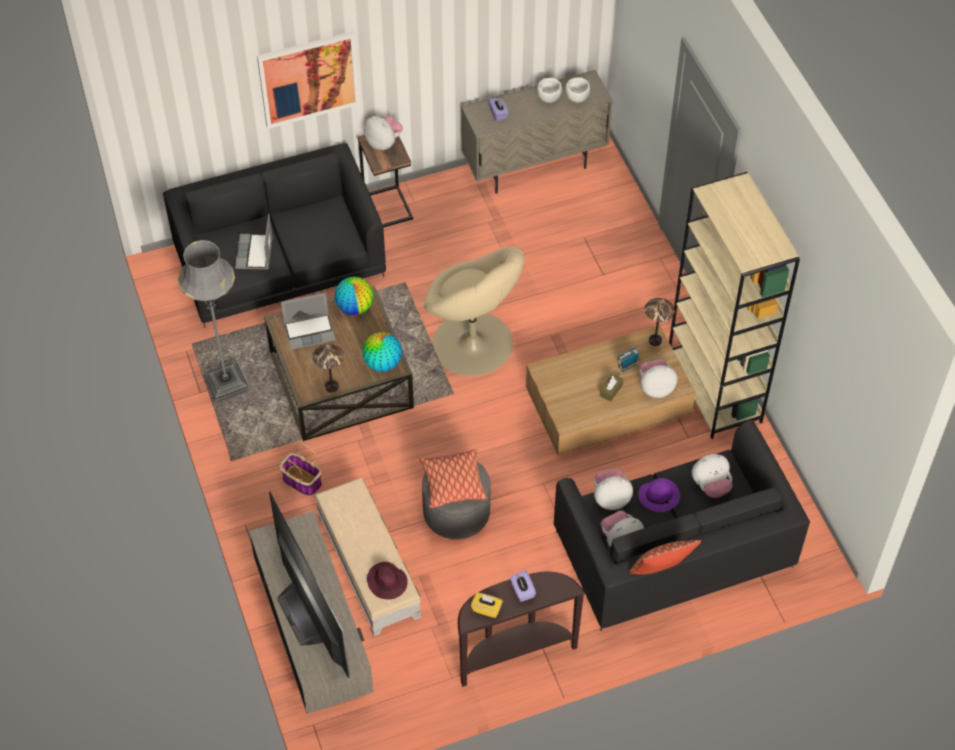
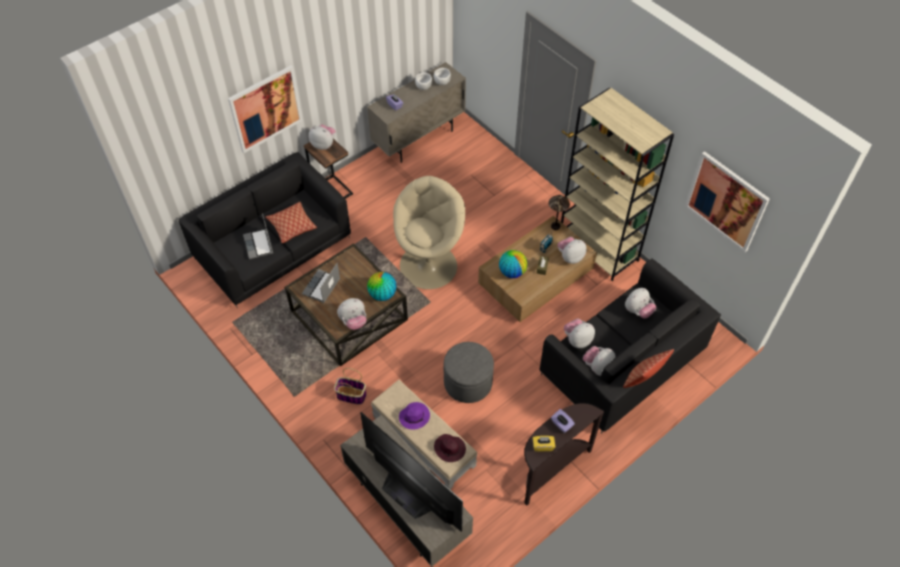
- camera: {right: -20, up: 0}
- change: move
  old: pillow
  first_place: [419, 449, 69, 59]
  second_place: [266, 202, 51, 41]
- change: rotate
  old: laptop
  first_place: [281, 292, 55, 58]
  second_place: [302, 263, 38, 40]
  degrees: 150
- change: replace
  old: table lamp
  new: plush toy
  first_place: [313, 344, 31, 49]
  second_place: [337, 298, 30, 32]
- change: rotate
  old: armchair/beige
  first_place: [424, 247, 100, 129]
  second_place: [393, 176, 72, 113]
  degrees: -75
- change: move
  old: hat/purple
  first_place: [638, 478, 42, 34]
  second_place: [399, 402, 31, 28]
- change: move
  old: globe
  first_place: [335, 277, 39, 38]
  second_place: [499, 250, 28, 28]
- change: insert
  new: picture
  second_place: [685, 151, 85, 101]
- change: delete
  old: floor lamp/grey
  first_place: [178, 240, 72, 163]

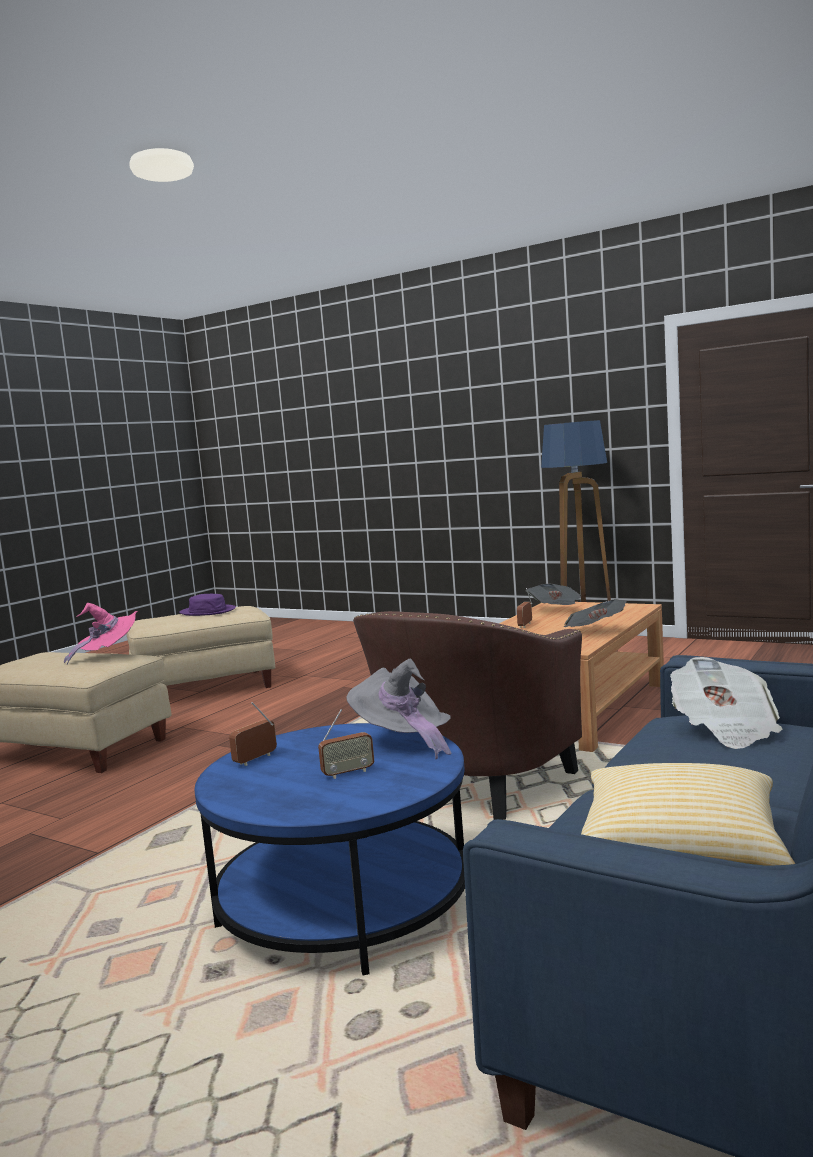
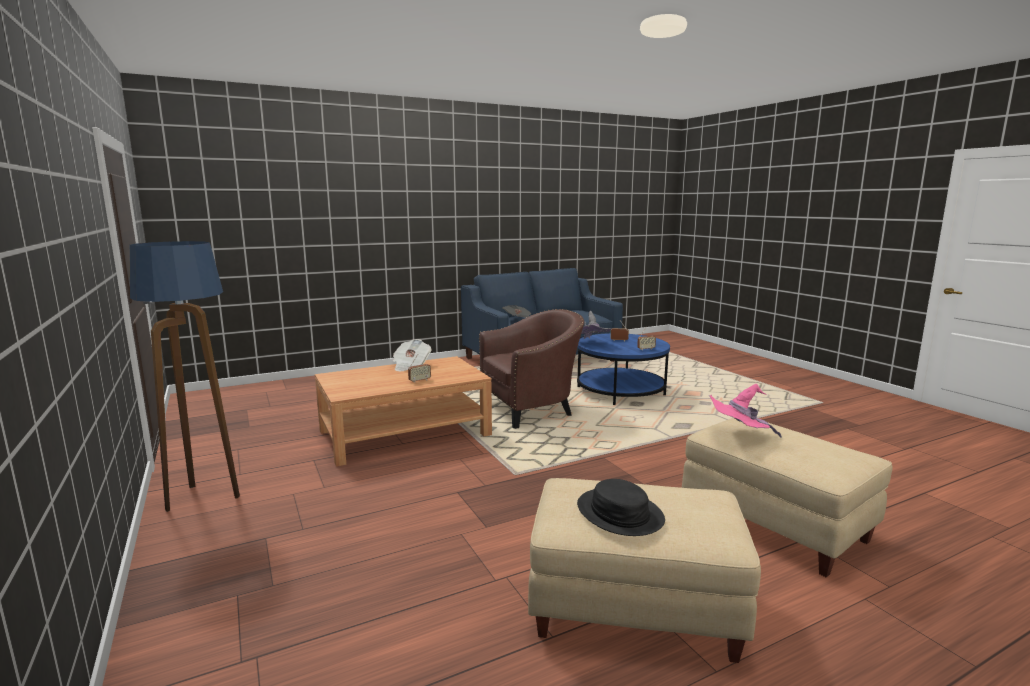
- camera: {right: -150, up: 5}
- change: recolor
  old: hat/purple
  new: hat/black
  first_place: [179, 594, 57, 22]
  second_place: [577, 479, 88, 57]
- change: delete
  old: newspaper
  first_place: [525, 584, 56, 21]
- change: delete
  old: pillow
  first_place: [581, 763, 214, 103]

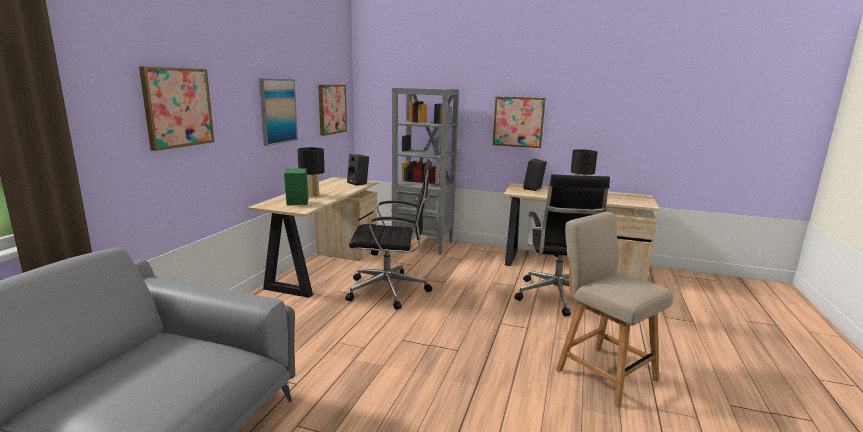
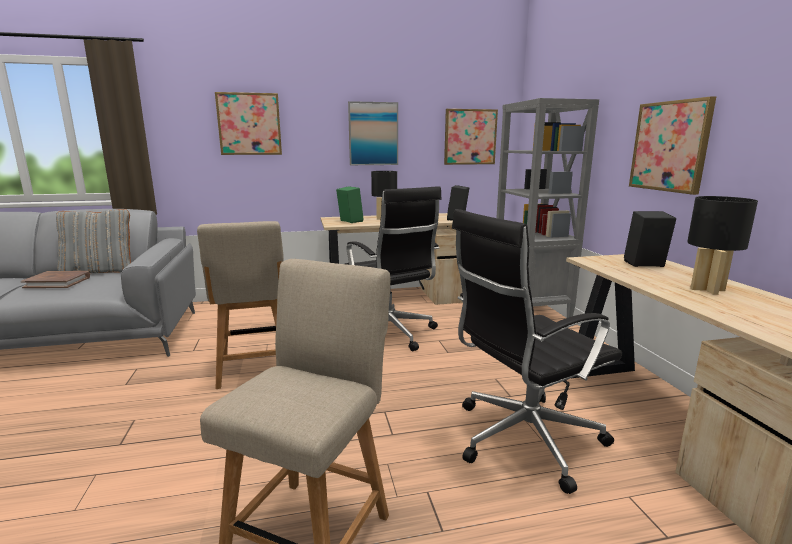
- camera: {right: 60, up: 0}
- change: insert
  new: book/brown
  second_place: [21, 271, 69, 17]
- change: insert
  new: pillow/grey
  second_place: [56, 209, 75, 64]
- change: insert
  new: chair/beige
  second_place: [197, 221, 87, 168]

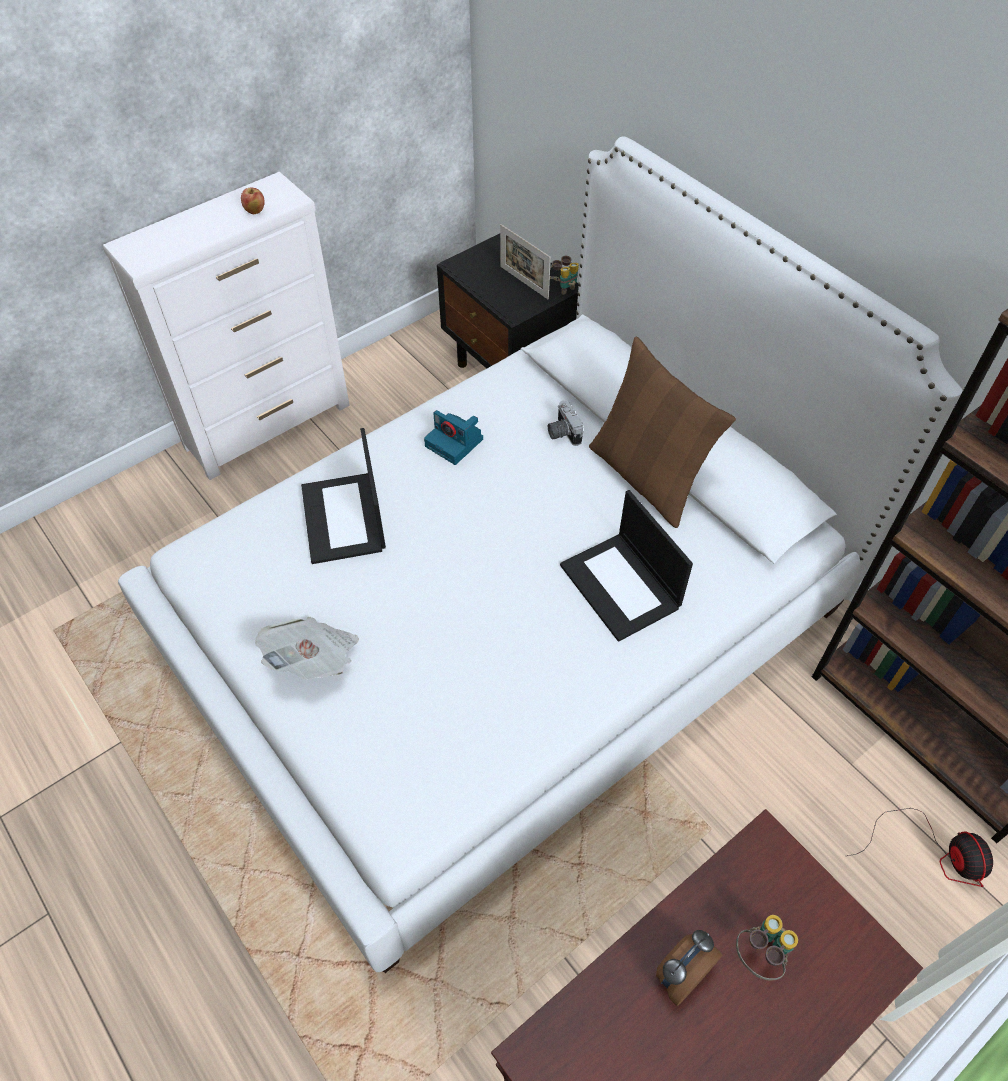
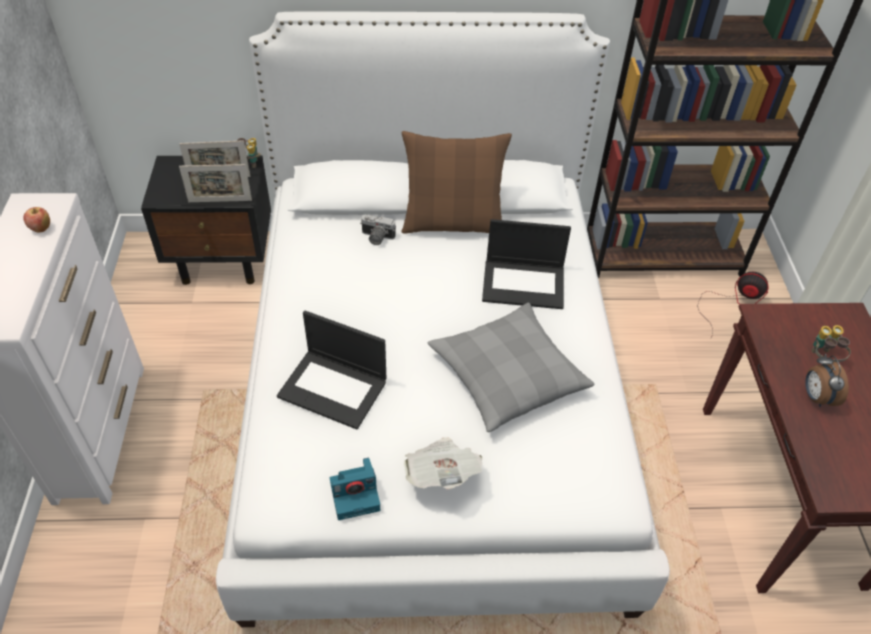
- camera: {right: -55, up: -5}
- change: insert
  new: picture frame
  second_place: [179, 164, 73, 38]
- change: move
  old: photo camera
  first_place: [424, 410, 59, 55]
  second_place: [330, 458, 50, 62]
- change: insert
  new: pillow/grey
  second_place: [428, 303, 167, 129]

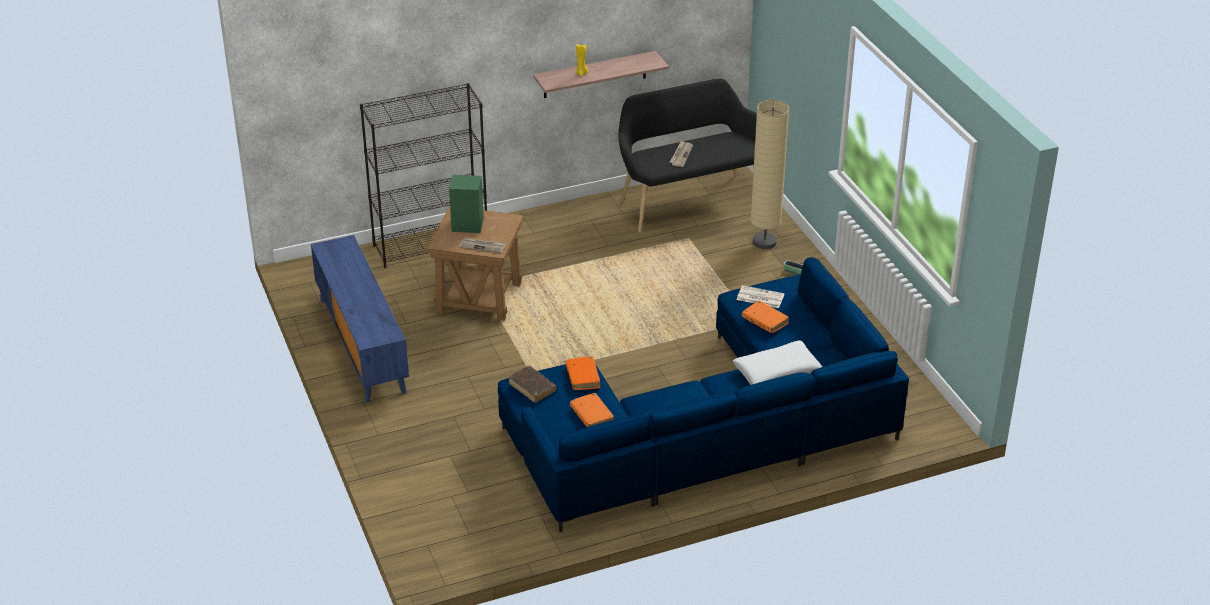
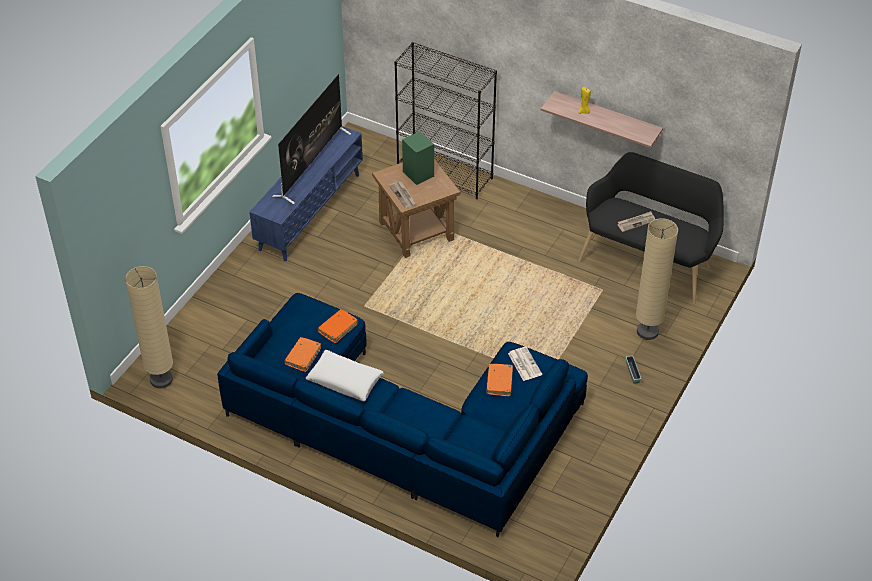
- camera: {right: 50, up: 10}
- change: insert
  new: floor lamp/beige
  second_place: [125, 266, 48, 122]
- change: insert
  new: television
  second_place: [272, 74, 79, 130]
- change: move
  old: pillow/white
  first_place: [733, 341, 89, 44]
  second_place: [306, 350, 77, 52]
- change: delete
  old: book/brown
  first_place: [509, 366, 47, 37]

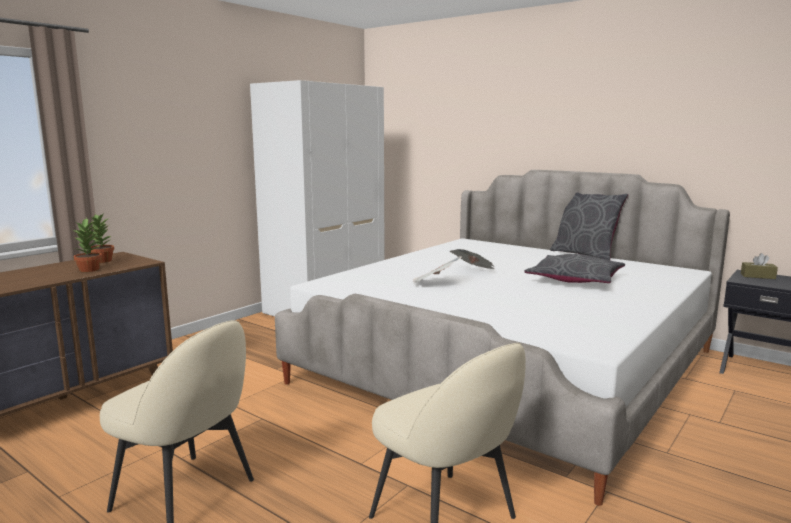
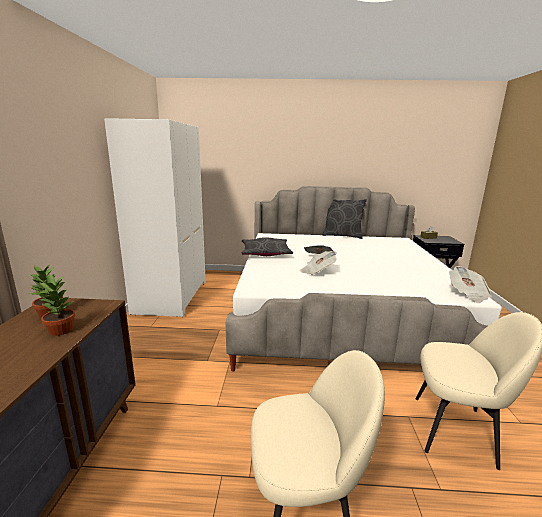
- camera: {right: -35, up: 5}
- change: move
  old: pillow/grey
  first_place: [524, 254, 101, 29]
  second_place: [242, 237, 51, 19]
- change: insert
  new: newspaper
  second_place: [449, 266, 43, 37]

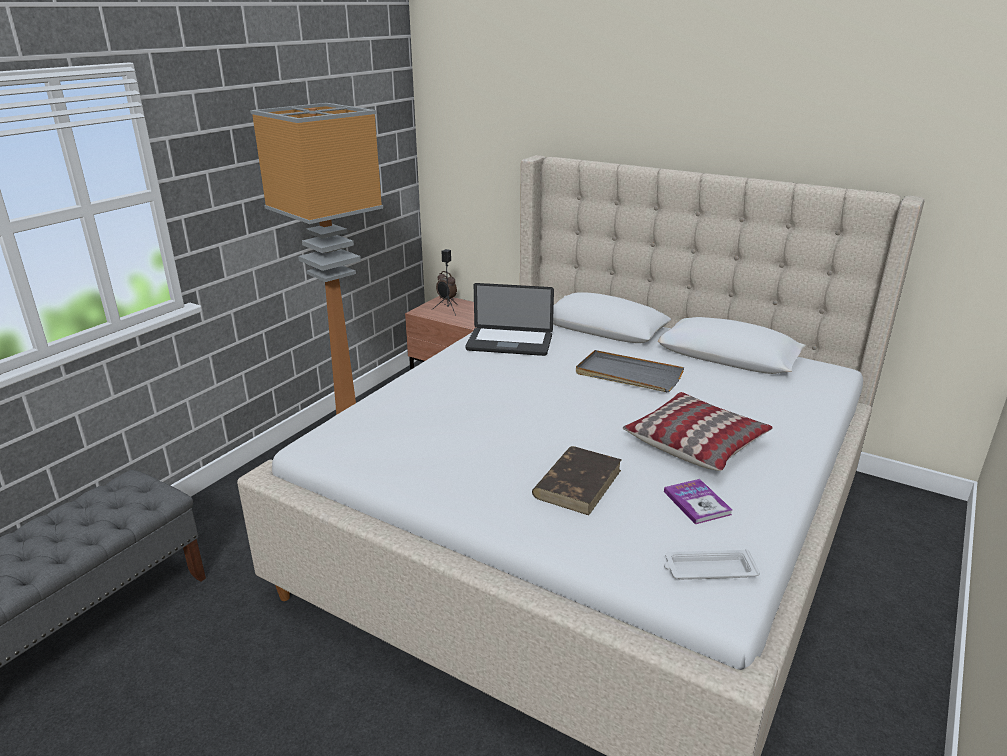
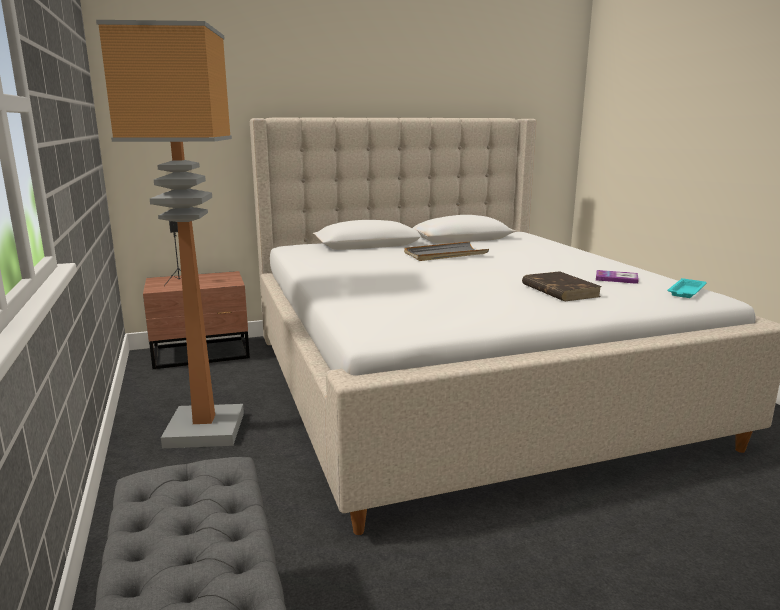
- camera: {right: -50, up: -10}
- change: recolor
  old: tray/white
  new: tray/turquoise
  first_place: [664, 549, 96, 31]
  second_place: [668, 278, 39, 20]
- change: delete
  old: alarm clock
  first_place: [436, 271, 21, 31]
- change: delete
  old: laptop
  first_place: [465, 283, 89, 73]
- change: delete
  old: pillow
  first_place: [623, 392, 150, 79]

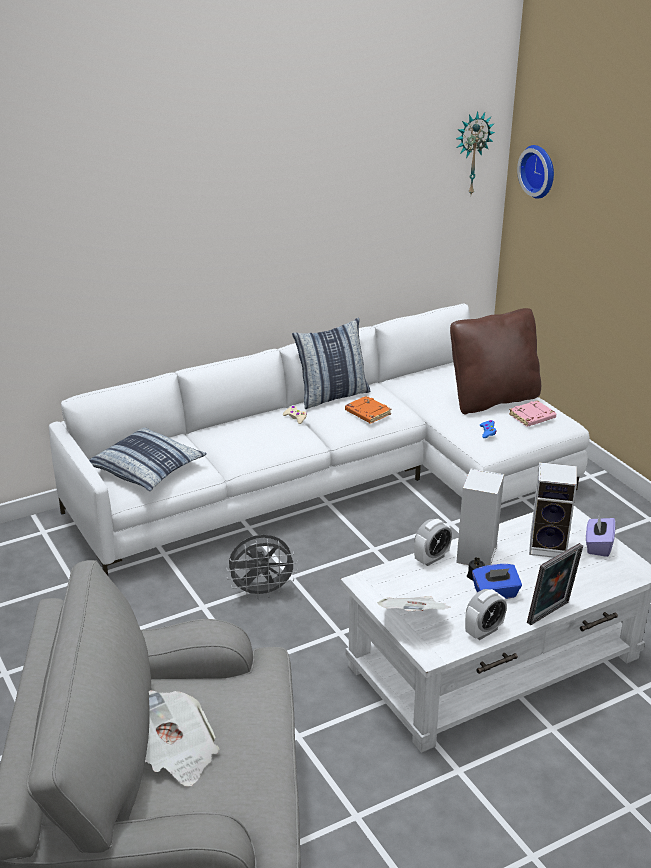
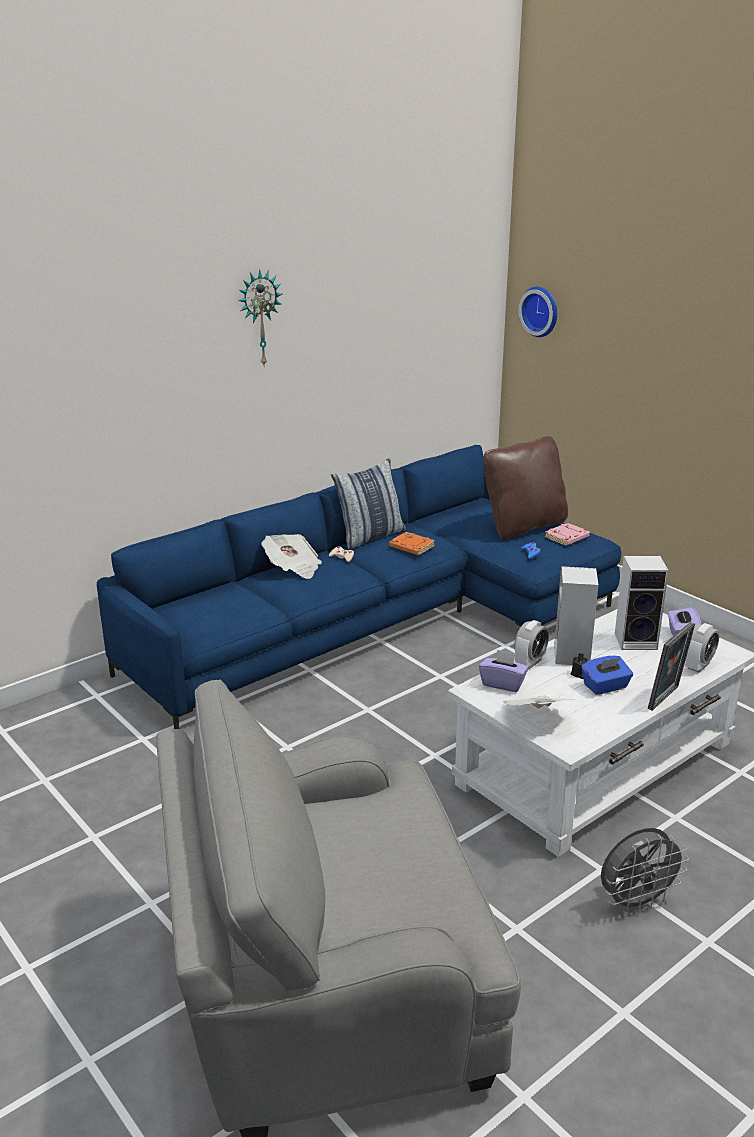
- camera: {right: -10, up: -5}
- change: recolor
  old: sofa/white
  new: sofa/blue
  first_place: [49, 304, 541, 271]
  second_place: [97, 445, 525, 284]
- change: move
  old: wall clock
  first_place: [456, 111, 39, 84]
  second_place: [238, 269, 44, 96]
- change: move
  old: newspaper
  first_place: [145, 690, 74, 96]
  second_place: [262, 534, 60, 45]
- change: insert
  new: tissue box/purple
  second_place: [479, 649, 50, 43]
- change: move
  old: fan/grey
  first_place: [226, 535, 72, 64]
  second_place: [601, 828, 88, 86]
- change: move
  old: alarm clock
  first_place: [465, 589, 42, 51]
  second_place: [685, 623, 34, 50]
- change: delete
  old: pillow
  first_place: [89, 427, 118, 64]

